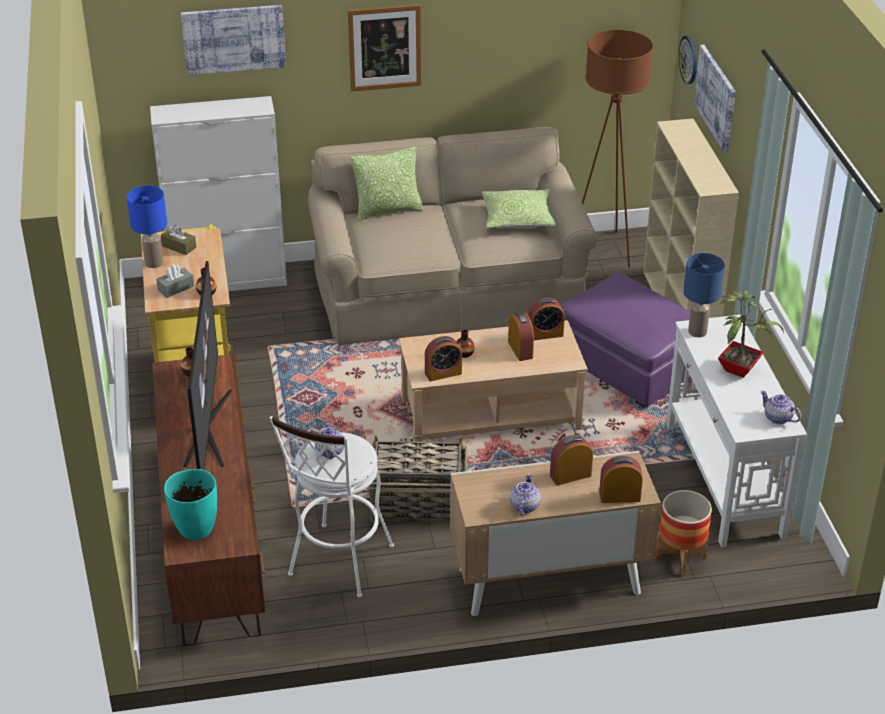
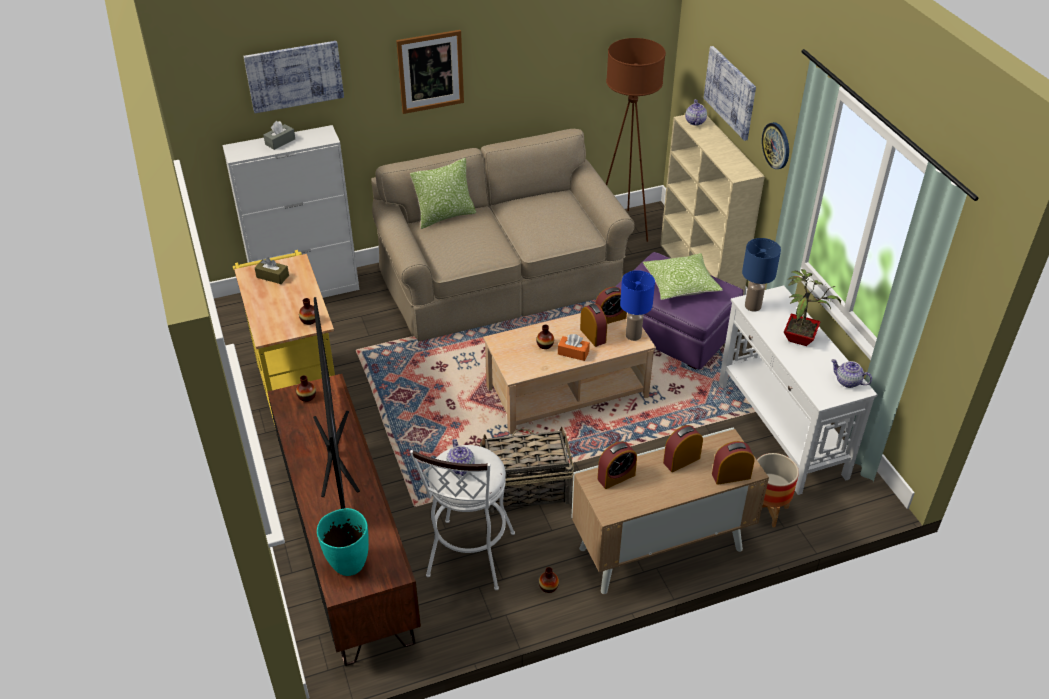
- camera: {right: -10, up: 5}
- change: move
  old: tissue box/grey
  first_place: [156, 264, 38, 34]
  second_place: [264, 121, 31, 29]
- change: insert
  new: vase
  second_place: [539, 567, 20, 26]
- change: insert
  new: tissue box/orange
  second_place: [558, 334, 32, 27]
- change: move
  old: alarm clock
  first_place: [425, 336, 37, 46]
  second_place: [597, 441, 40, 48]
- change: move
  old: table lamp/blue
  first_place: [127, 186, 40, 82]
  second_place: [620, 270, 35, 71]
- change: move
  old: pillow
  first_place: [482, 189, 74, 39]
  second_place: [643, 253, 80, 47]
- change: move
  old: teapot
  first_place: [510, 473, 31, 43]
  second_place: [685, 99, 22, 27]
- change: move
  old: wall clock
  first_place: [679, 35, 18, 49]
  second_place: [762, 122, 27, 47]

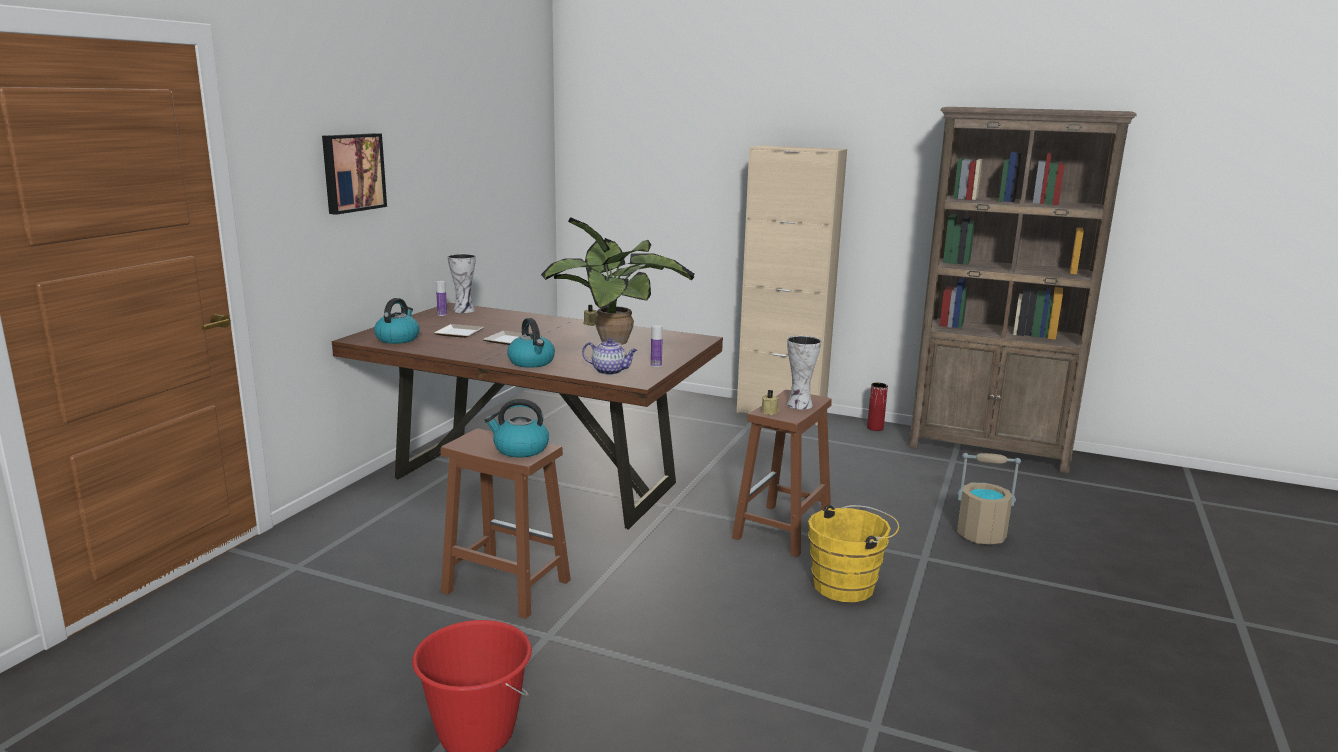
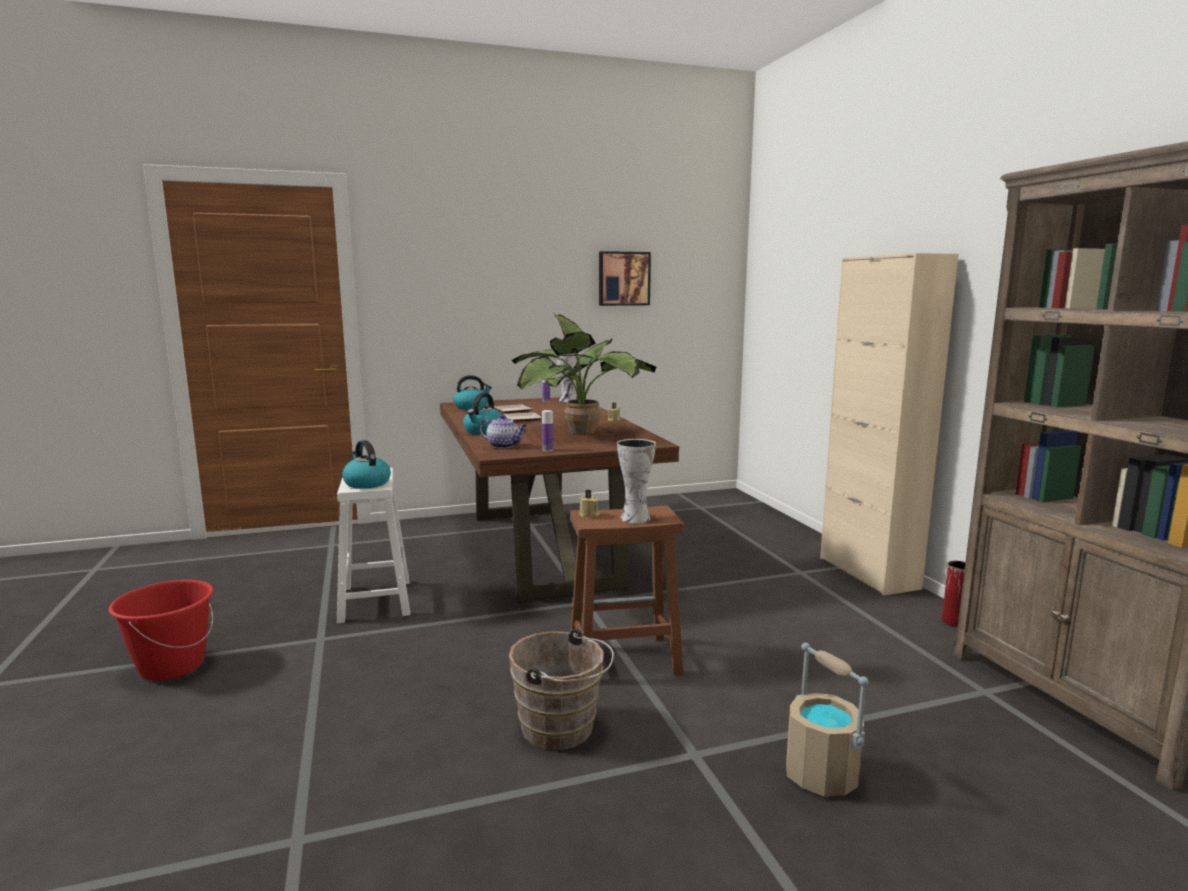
- camera: {right: 50, up: -5}
- change: recolor
  old: stool/brown
  new: stool/white
  first_place: [441, 429, 130, 190]
  second_place: [337, 468, 73, 155]
- change: rotate
  old: teapot
  first_place: [582, 338, 55, 37]
  second_place: [479, 414, 48, 34]
  degrees: -45
- change: recolor
  old: bucket/yellow
  new: bucket/brown
  first_place: [808, 505, 91, 97]
  second_place: [509, 629, 105, 121]
- change: move
  old: picture
  first_place: [322, 133, 65, 82]
  second_place: [599, 251, 52, 55]

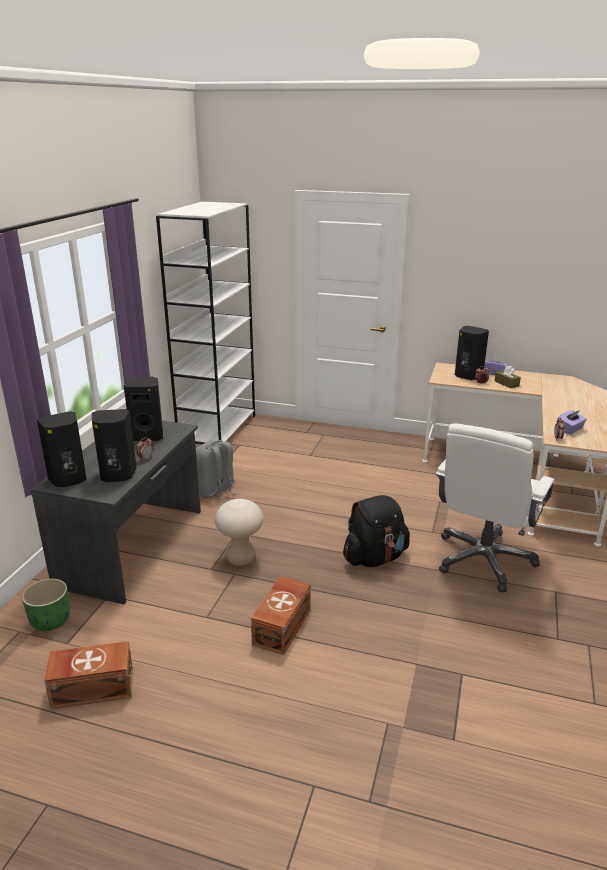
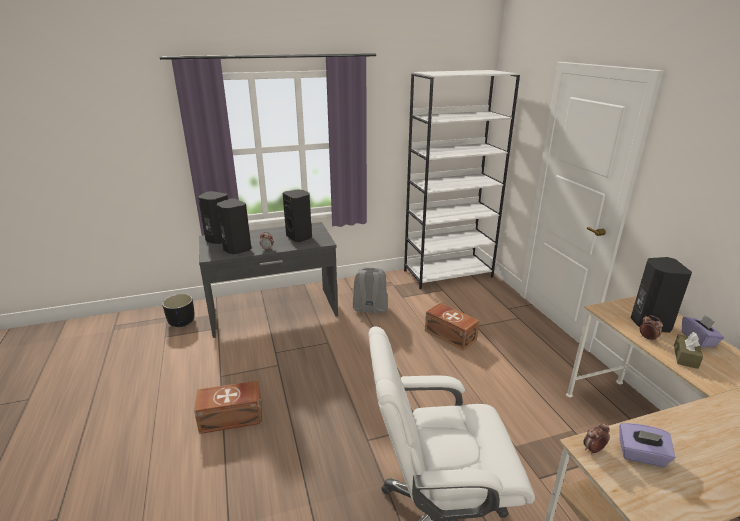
- camera: {right: 55, up: 0}
- change: recolor
  old: planter/green
  new: planter/black
  first_place: [22, 578, 48, 53]
  second_place: [162, 294, 33, 33]
- change: move
  old: storage box/brown
  first_place: [44, 641, 89, 68]
  second_place: [425, 303, 54, 48]
- change: delete
  old: stool/beige
  first_place: [215, 499, 48, 67]
- change: delete
  old: backpack/black
  first_place: [343, 495, 67, 72]

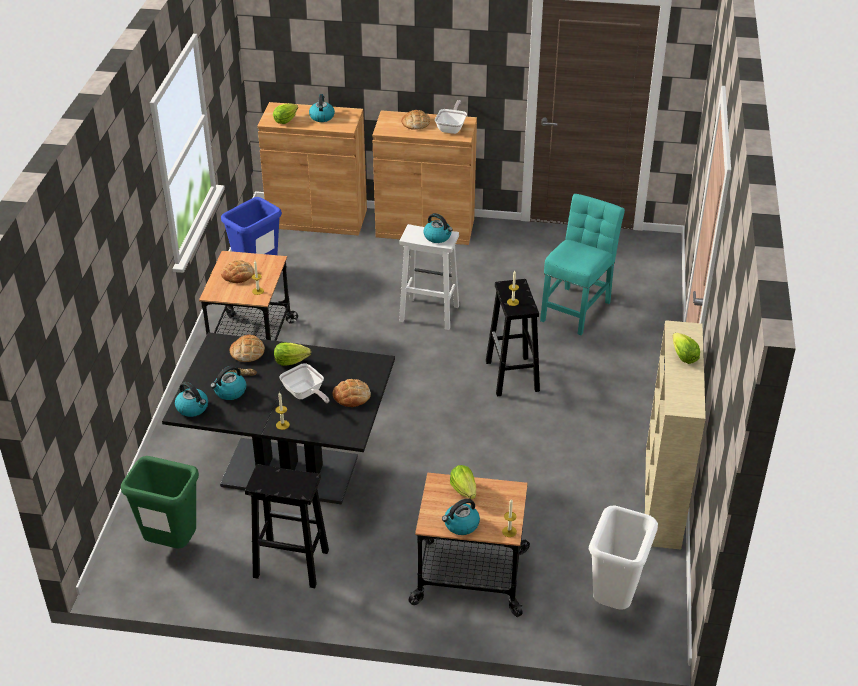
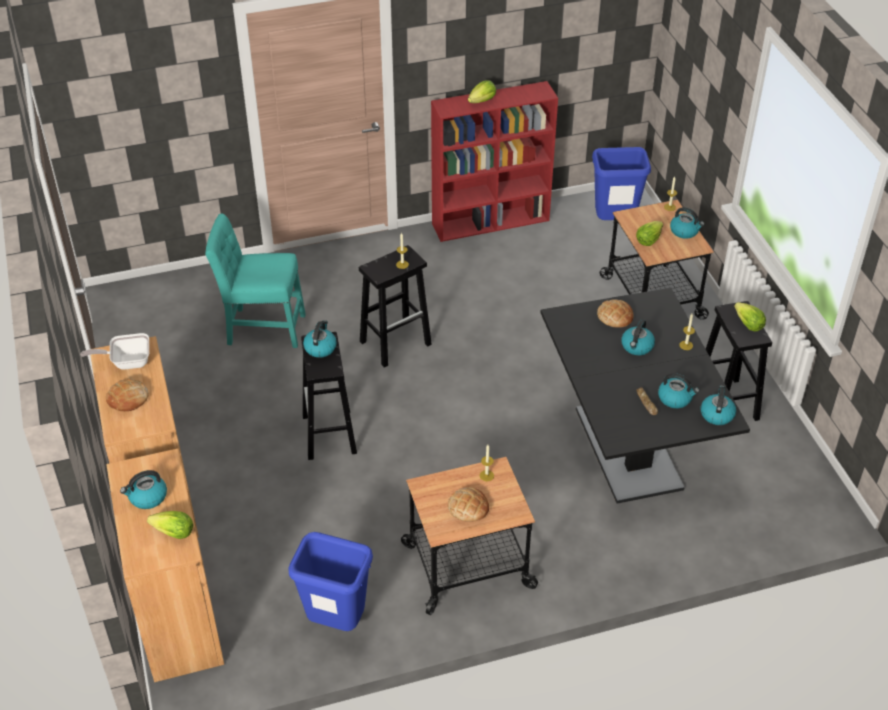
- camera: {right: -115, up: 5}
- change: recolor
  old: stool/white
  new: stool/black
  first_place: [399, 224, 60, 106]
  second_place: [301, 332, 56, 128]
- change: recolor
  old: bookcase/beige
  new: bookcase/red
  first_place: [645, 320, 61, 230]
  second_place: [431, 81, 127, 161]
- change: recolor
  old: trash can/white
  new: trash can/blue
  first_place: [589, 506, 69, 104]
  second_place: [592, 147, 59, 73]
- change: replace
  old: frying pan
  new: kettle
  first_place: [279, 363, 51, 40]
  second_place: [621, 319, 34, 36]
- change: move
  old: lettuce
  first_place: [274, 343, 37, 23]
  second_place: [734, 302, 32, 30]
- change: delete
  old: trash can/green
  first_place: [121, 456, 78, 93]
- change: delete
  old: bread
  first_place: [230, 335, 35, 27]

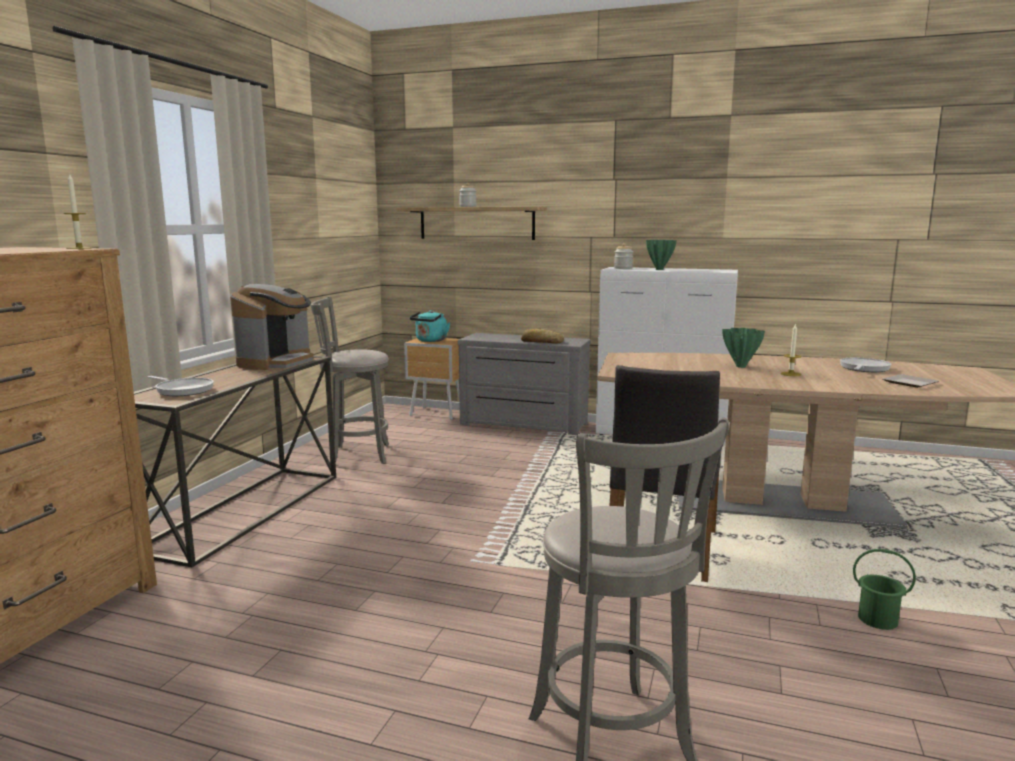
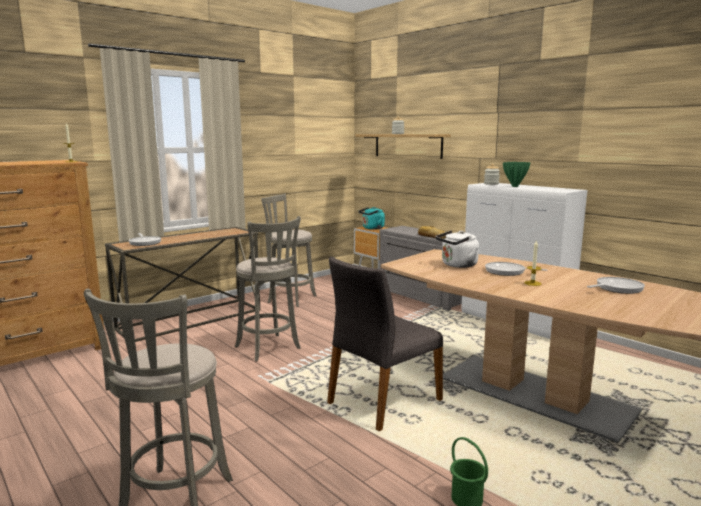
- camera: {right: 30, up: 0}
- change: insert
  new: stool/grey
  second_place: [235, 216, 66, 145]
- change: insert
  new: kettle/white
  second_place: [436, 230, 43, 38]
- change: replace
  old: vase/green
  new: frying pan
  first_place: [722, 328, 43, 40]
  second_place: [485, 262, 62, 14]
- change: delete
  old: coffee machine
  first_place: [230, 284, 83, 86]
- change: delete
  old: plate
  first_place: [883, 374, 56, 14]

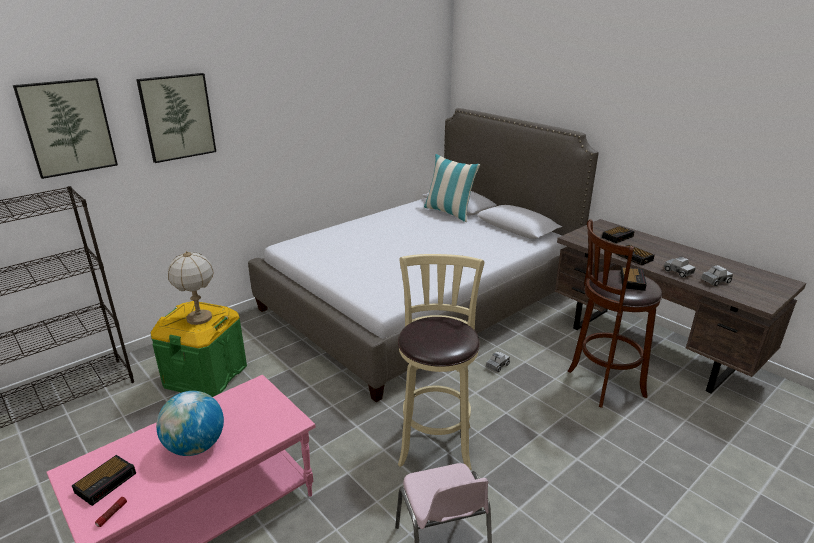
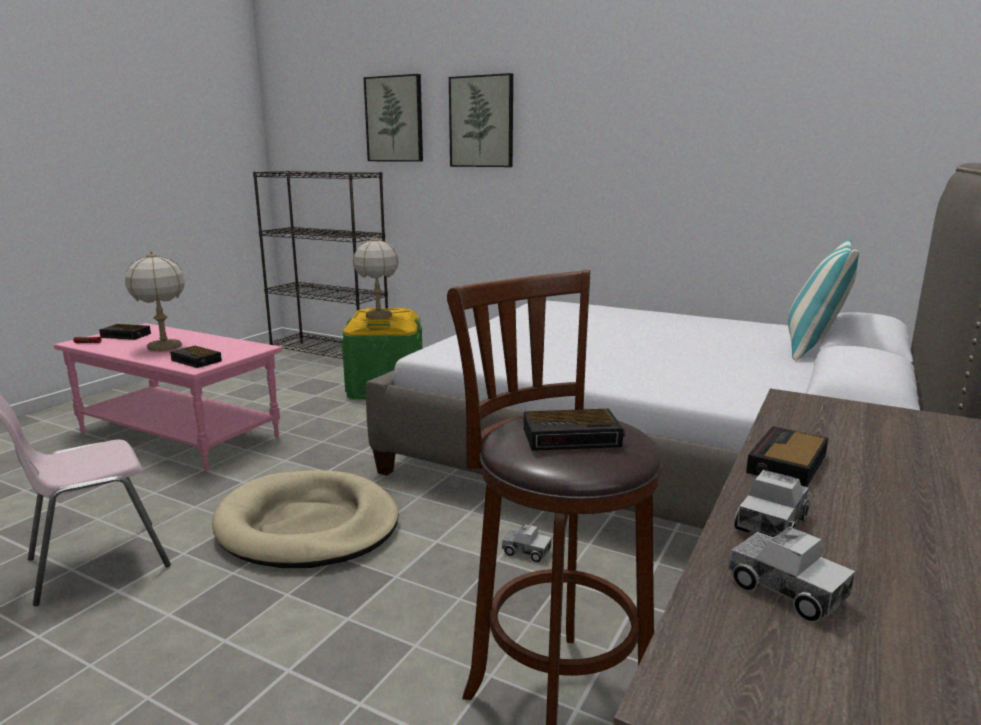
- camera: {right: 70, up: -10}
- change: replace
  old: globe
  new: table lamp
  first_place: [156, 391, 68, 65]
  second_place: [125, 251, 60, 100]
- change: move
  old: alarm clock
  first_place: [602, 226, 33, 17]
  second_place: [170, 346, 52, 22]
- change: replace
  old: stool/beige
  new: dog bed/beige
  first_place: [398, 254, 86, 216]
  second_place: [212, 470, 187, 98]

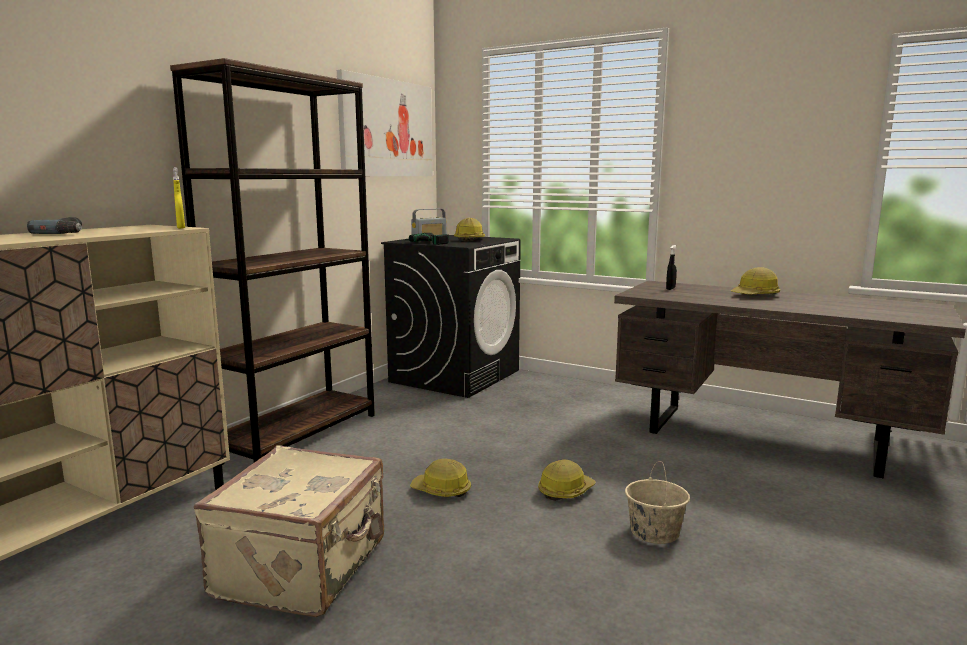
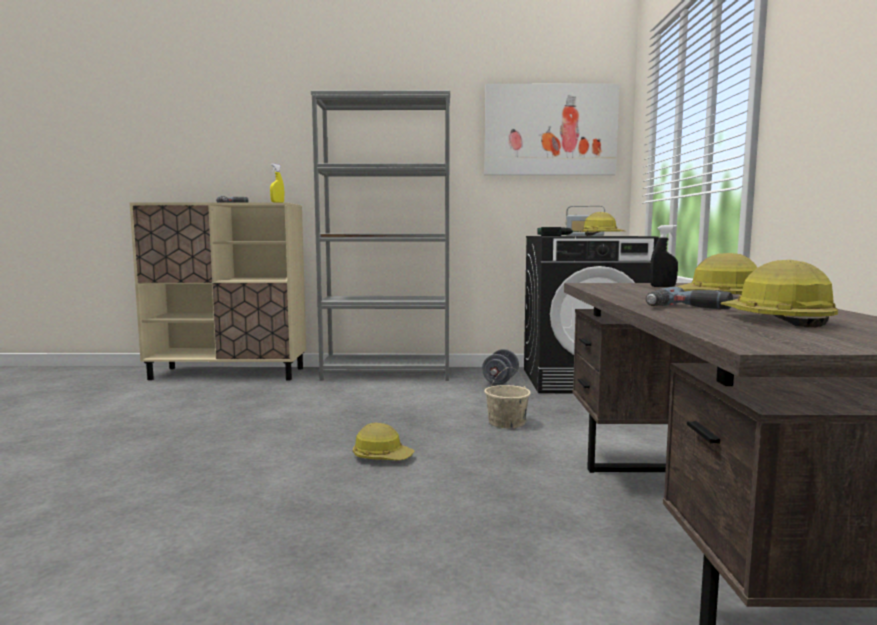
- camera: {right: 60, up: -5}
- change: recolor
  old: bookcase/brown
  new: bookcase/grey
  first_place: [170, 58, 205, 405]
  second_place: [311, 90, 139, 291]
- change: insert
  new: dumbbell/grey
  second_place: [482, 349, 37, 36]
- change: move
  old: bucket/beige
  first_place: [625, 461, 65, 83]
  second_place: [484, 367, 47, 61]
- change: insert
  new: power drill
  second_place: [646, 287, 87, 22]
- change: move
  old: hard hat
  first_place: [410, 459, 61, 38]
  second_place: [721, 260, 117, 67]
- change: delete
  old: suitcase/beige
  first_place: [194, 445, 190, 172]

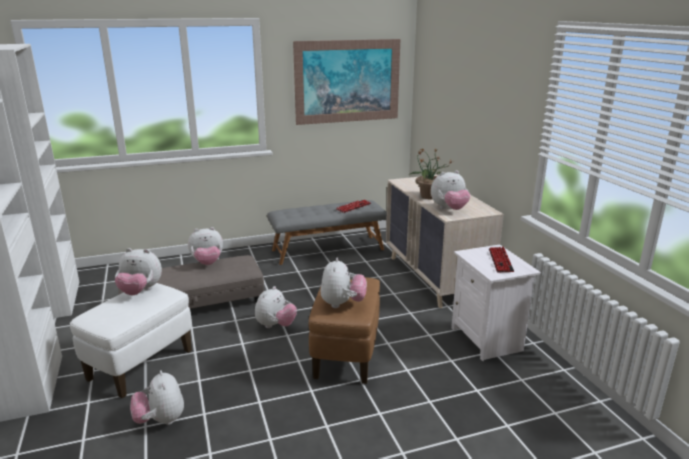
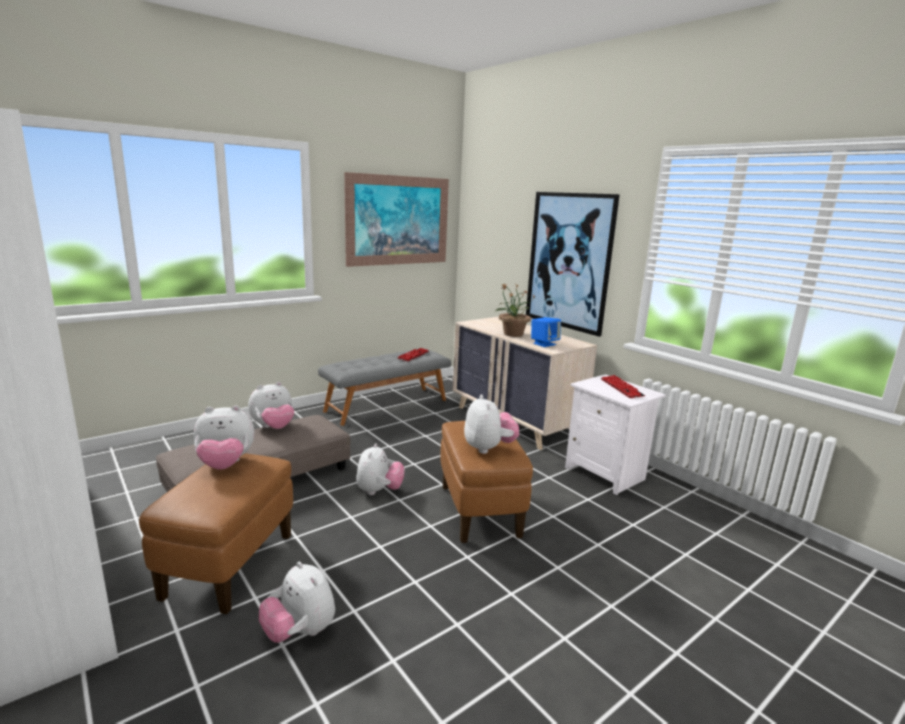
- camera: {right: -20, up: -5}
- change: recolor
  old: ottoman/white
  new: ottoman/brown
  first_place: [70, 283, 122, 115]
  second_place: [139, 453, 154, 161]
- change: insert
  new: picture
  second_place: [526, 192, 94, 145]
- change: replace
  old: plush toy
  new: speaker/blue
  first_place: [431, 170, 39, 40]
  second_place: [531, 317, 30, 30]

